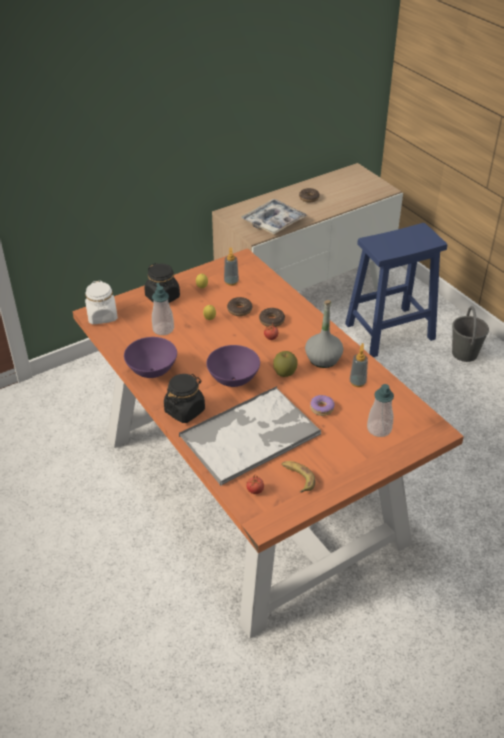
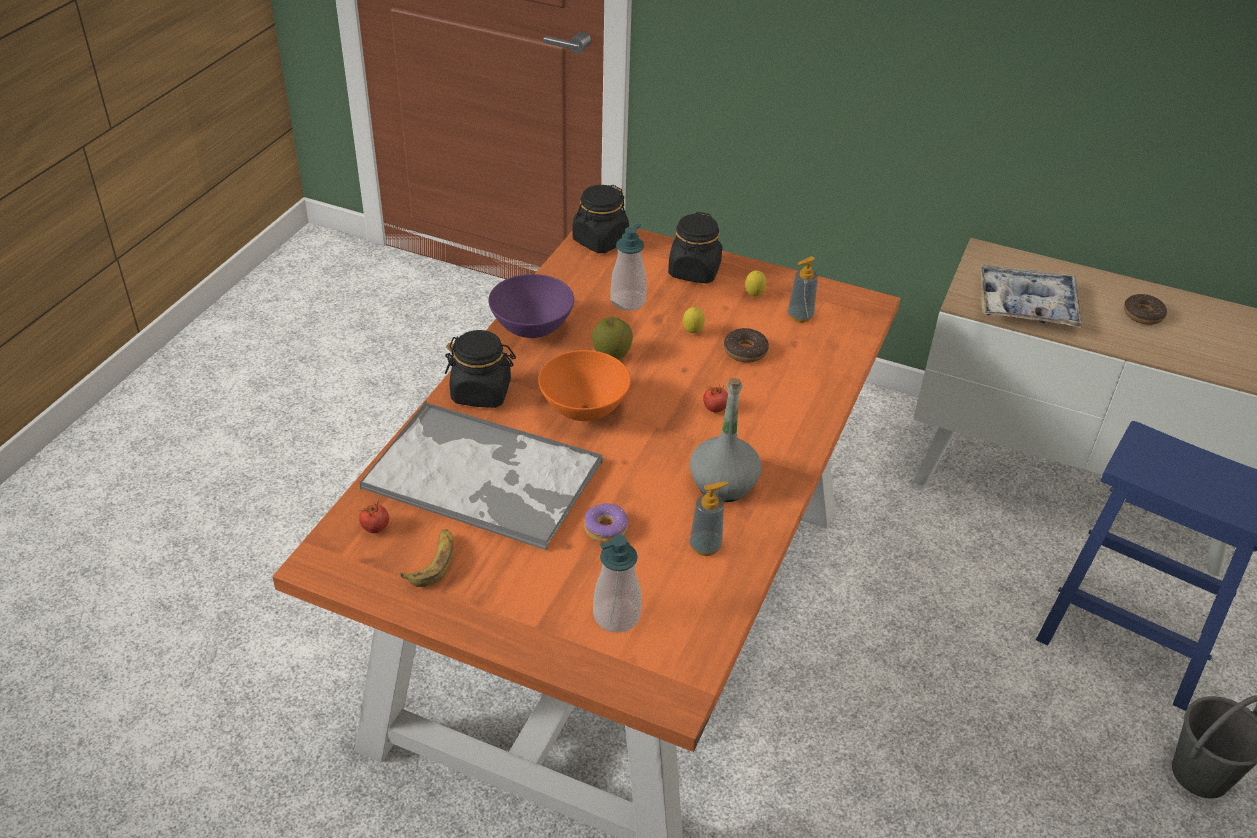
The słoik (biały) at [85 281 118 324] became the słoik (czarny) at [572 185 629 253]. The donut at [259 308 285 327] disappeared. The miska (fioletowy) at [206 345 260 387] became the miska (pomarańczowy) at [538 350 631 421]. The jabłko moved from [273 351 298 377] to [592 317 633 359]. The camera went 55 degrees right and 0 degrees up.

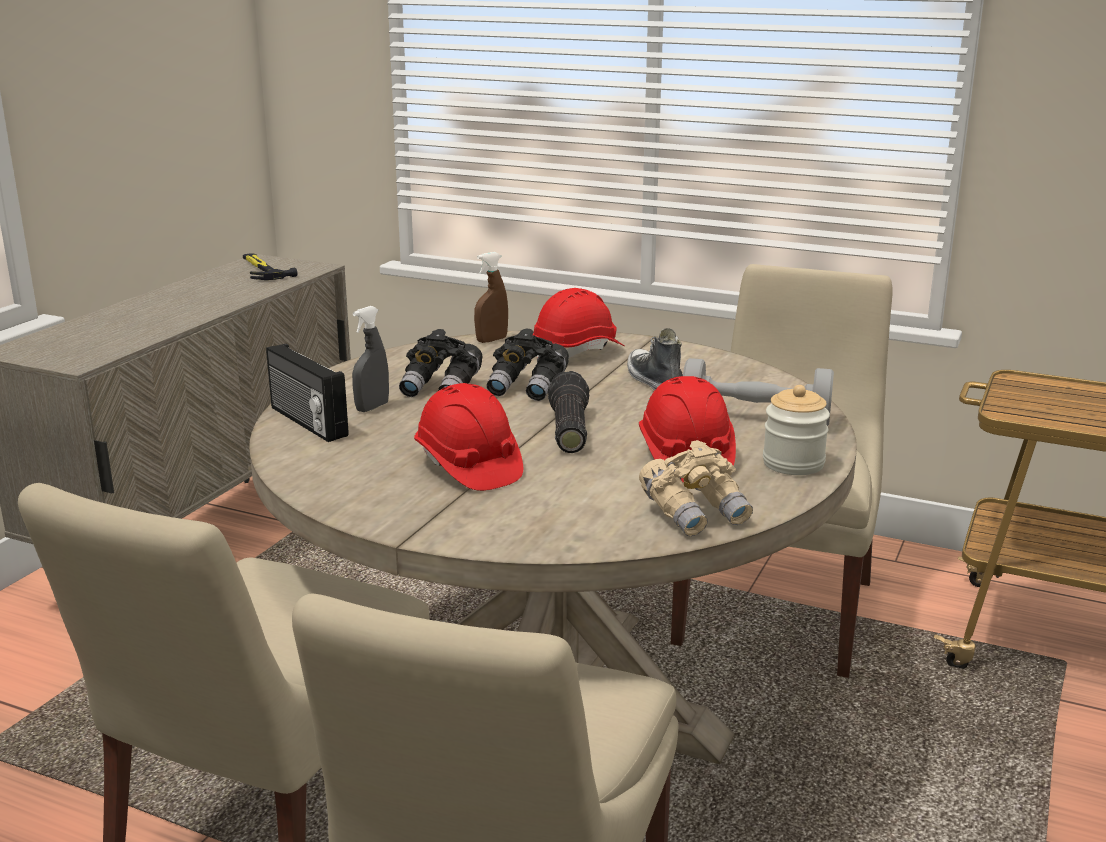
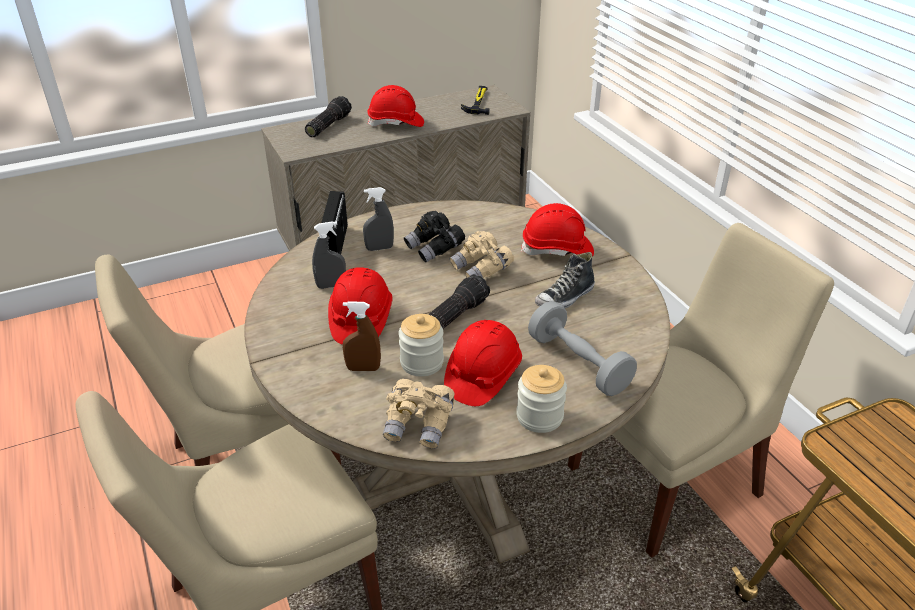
The spryskiwacz (brązowy) moved from [474 252 508 343] to [343 301 381 371]. The lornetka (czarny) at [486 328 569 401] became the lornetka (beżowy) at [450 231 514 278]. The but at [627 328 683 391] turned 150 degrees counterclockwise. The kask (czerwony) at [367 85 424 127] appeared. The latarka at [305 96 352 137] appeared. The spryskiwacz (szary) at [312 221 346 289] appeared. The słoik at [398 314 444 377] appeared. The camera went 40 degrees right and 15 degrees up.

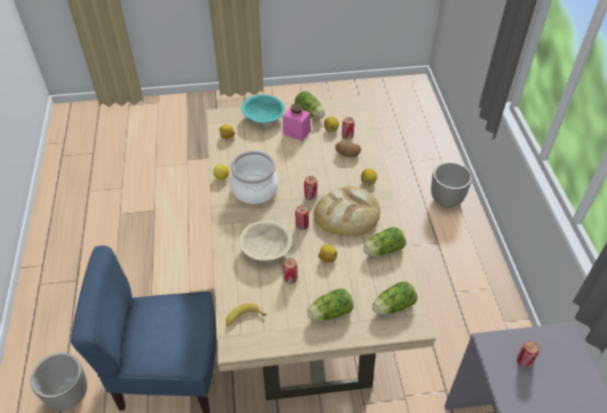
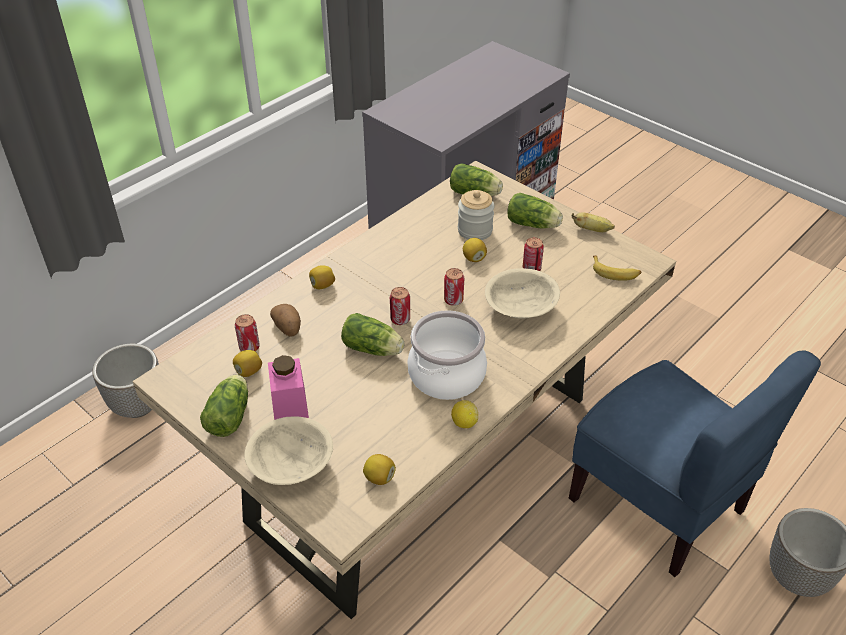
The miska (turkusowy) at [241 94 285 123] became the miska (beżowy) at [244 417 333 485]. The chleb at [314 186 380 237] disappeared. The sałata moved from [363 227 406 256] to [341 313 405 356]. The puszka at [517 341 539 367] disappeared. The słoik at [458 190 494 240] appeared. The banan at [572 213 615 232] appeared. The camera went 130 degrees left and 5 degrees down.

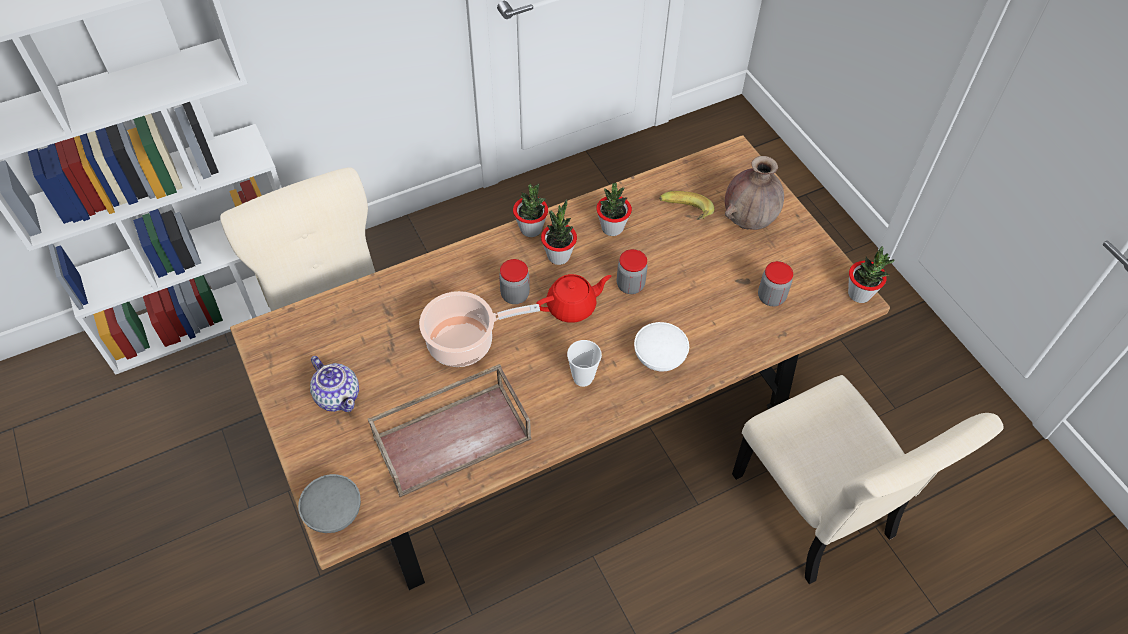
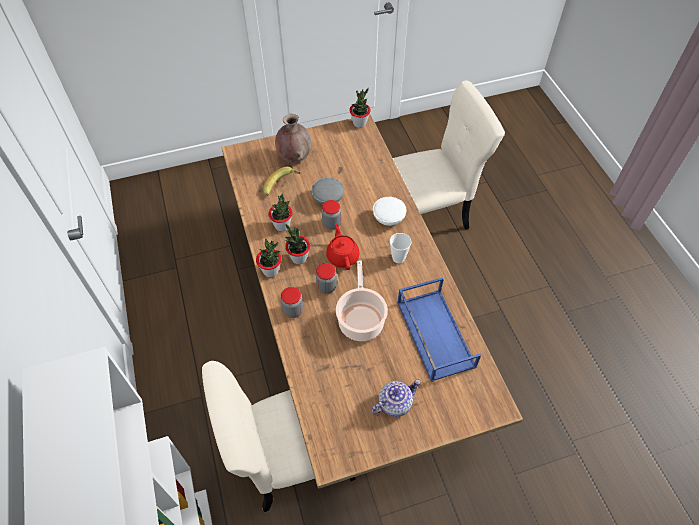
The słoik moved from [758 261 793 306] to [281 287 303 318]. The taca (brązowy) at [368 364 531 497] became the taca (niebieski) at [397 277 481 382]. The miska (szary) moved from [298 474 361 533] to [311 178 344 205]. The camera went 80 degrees left and 0 degrees up.

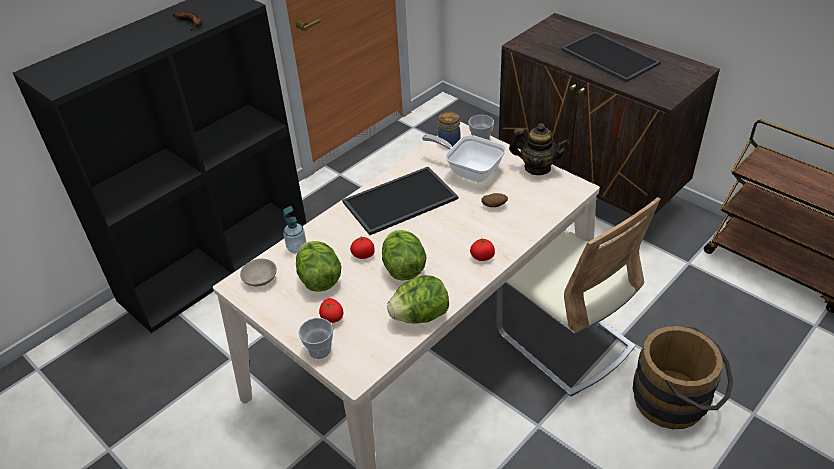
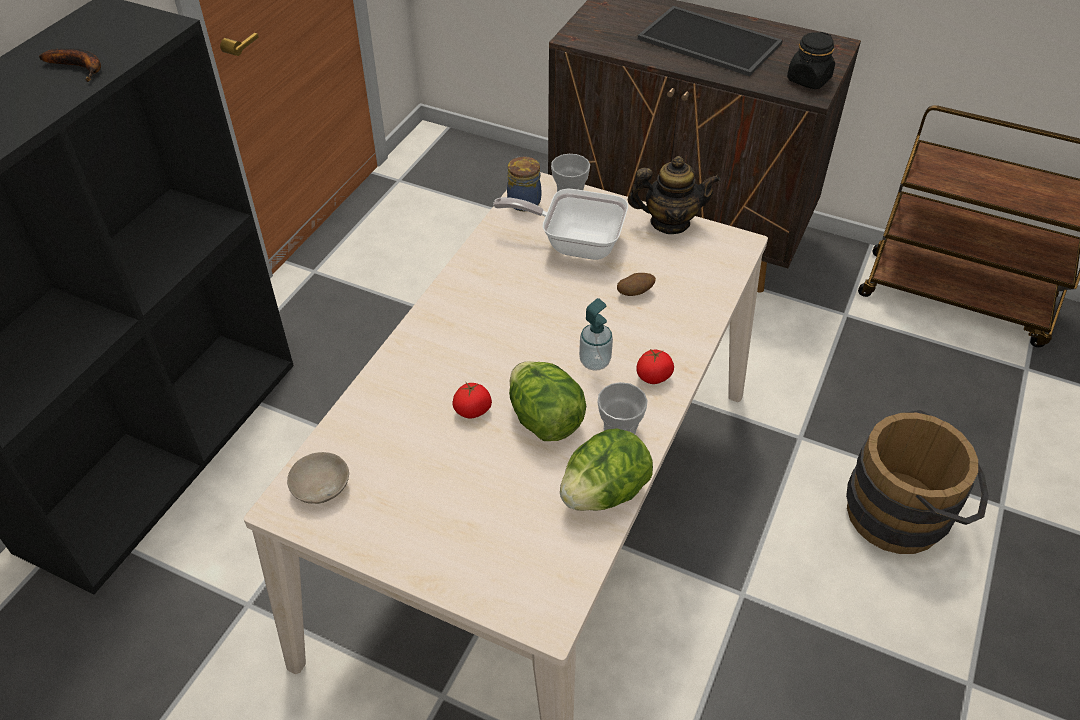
The taca at [342 167 458 235] disappeared. The krzesło (beżowy) at [497 197 660 396] disappeared. The dozownik mydła moved from [283 206 306 253] to [579 298 613 371]. The sałata at [296 241 341 292] disappeared. The pomidor at [319 298 343 323] disappeared. The filiżanka moved from [298 318 333 359] to [597 382 648 434]. The słoik (czarny) at [787 32 835 89] appeared. The camera went 20 degrees left and 5 degrees up.

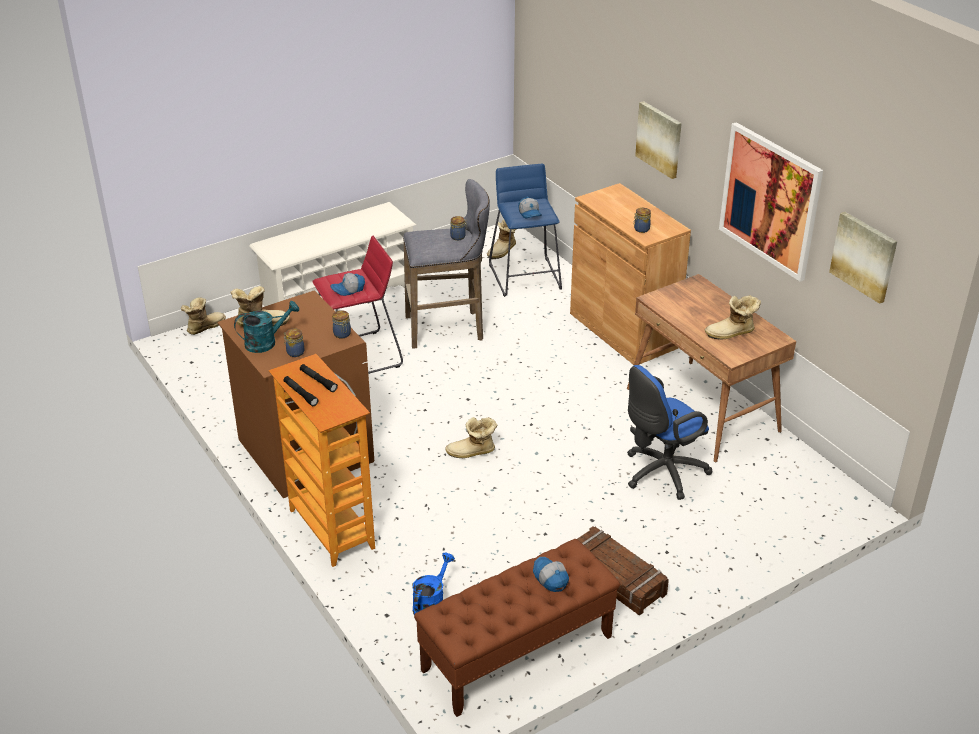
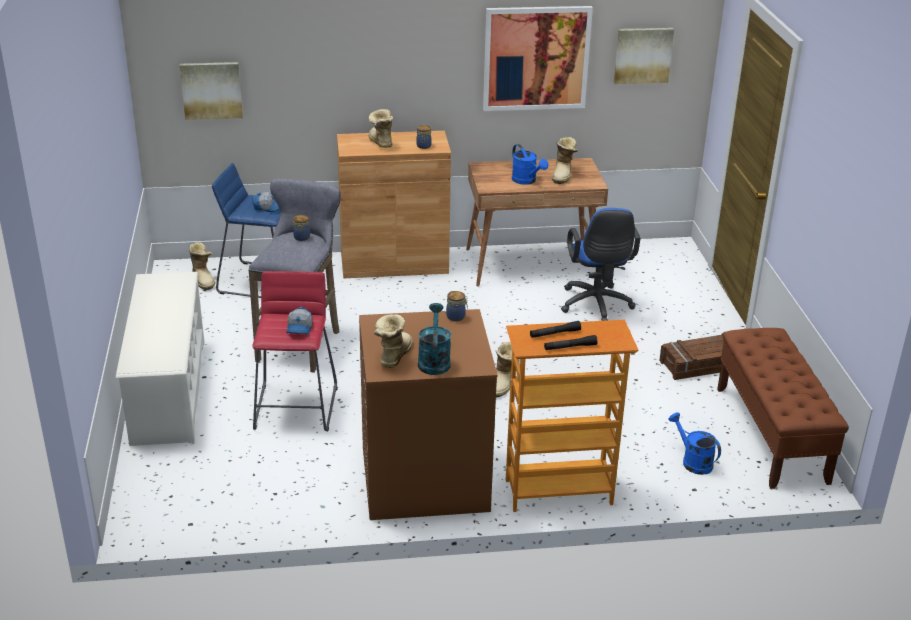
The obraz moved from [635 101 682 179] to [180 62 243 120]. The but z cholewką moved from [181 297 226 335] to [369 109 393 148]. The słoik at [284 329 304 357] disappeared. The czapka z daszkiem at [533 557 569 592] disappeared. The konewka (niebieski) at [512 144 548 185] appeared. The camera went 65 degrees left and 5 degrees down.

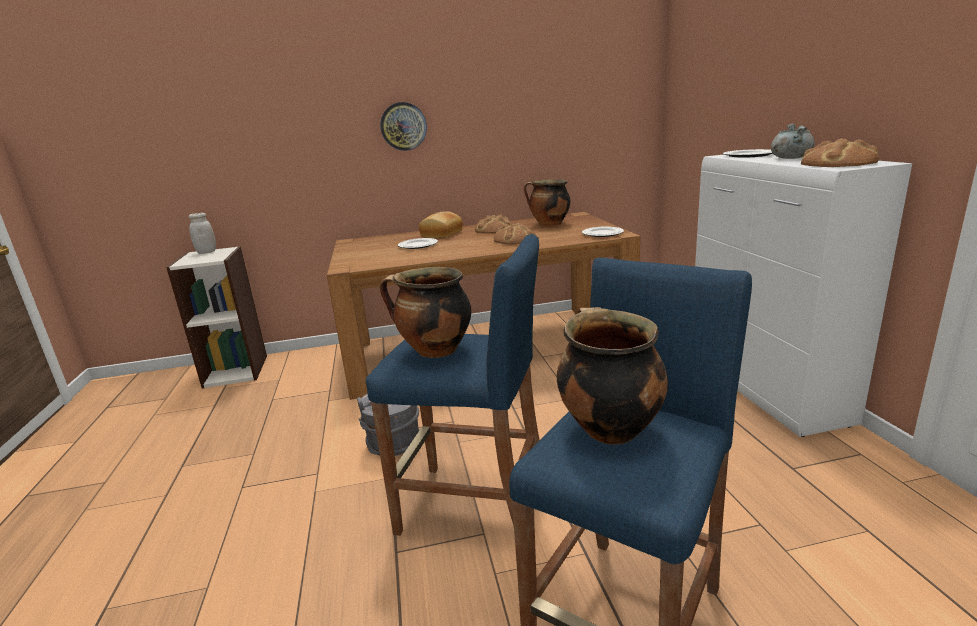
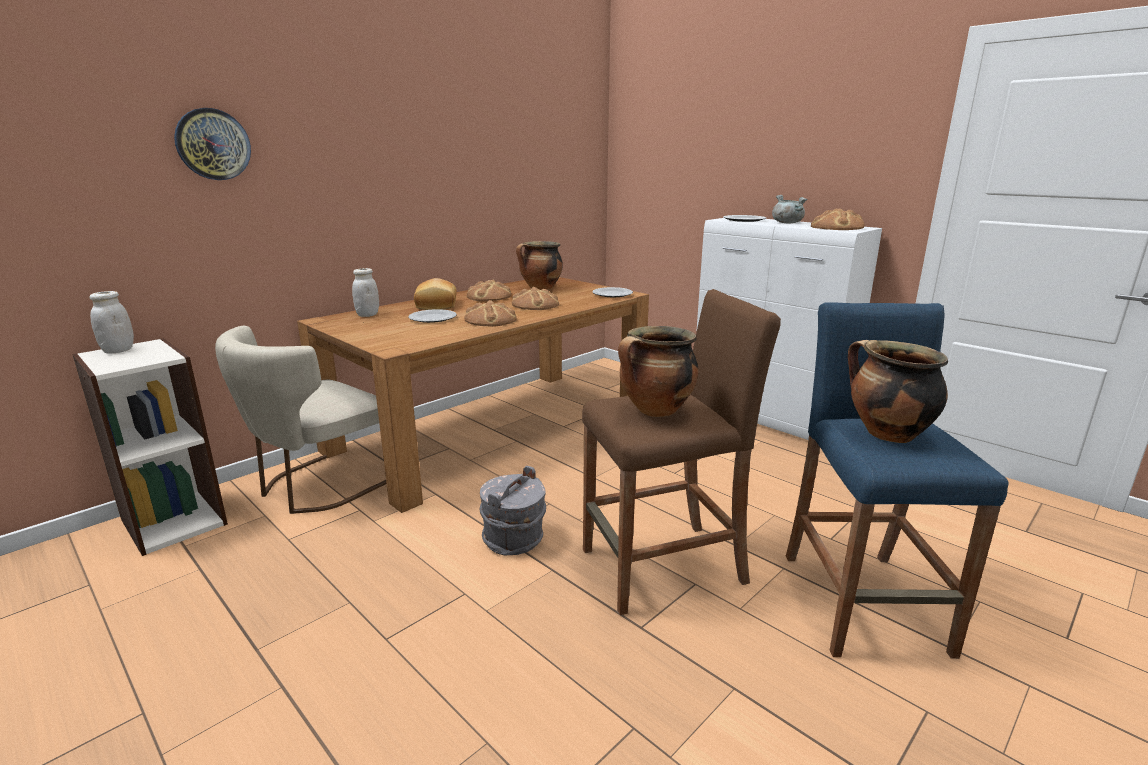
The zegar ścienny moved from [380 102 427 151] to [174 108 251 180]. The stołek (niebieski) at [366 234 540 536] became the stołek (brązowy) at [582 289 781 615]. The słoik (biały) at [352 268 379 317] appeared. The chleb at [464 300 517 327] appeared. The krzesło (beżowy) at [215 326 387 514] appeared. The camera went 35 degrees left and 0 degrees up.

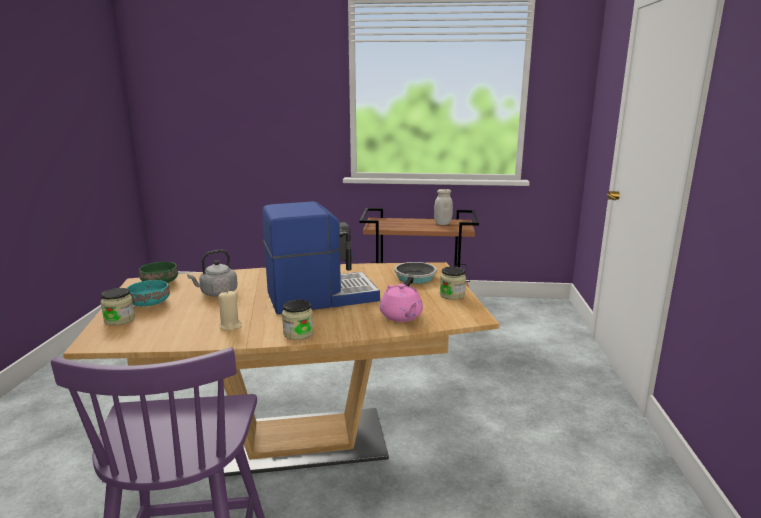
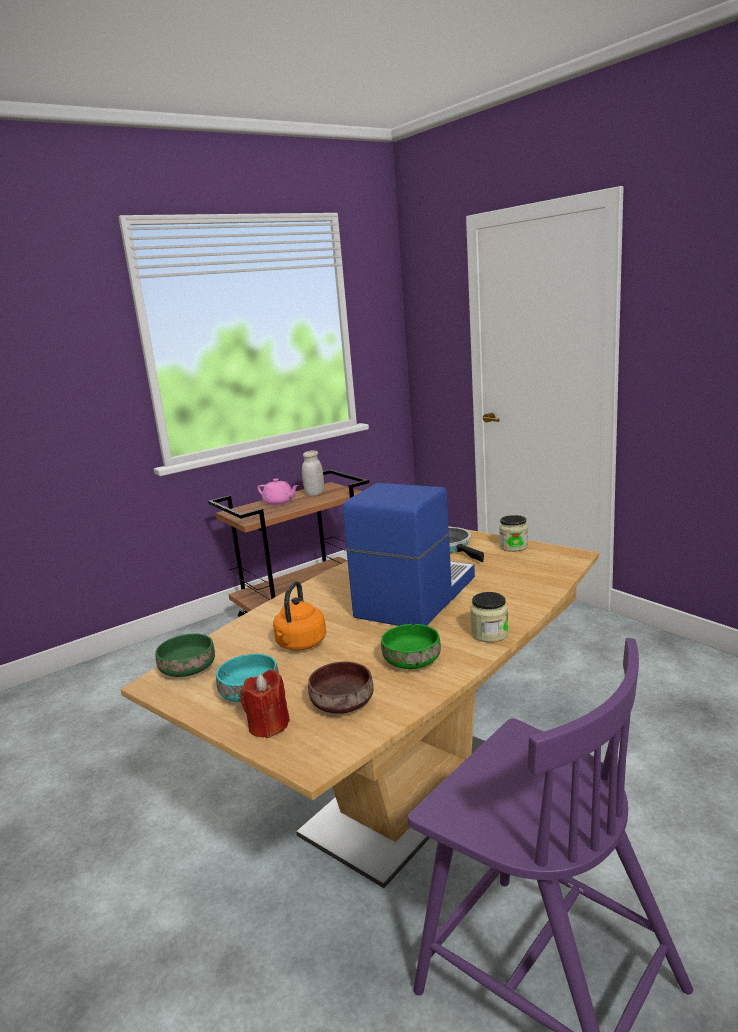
The czajnik (szary) at [187 250 238 297] became the czajnik (pomarańczowy) at [273 581 326 651]. The imbryk (różowy) moved from [380 284 423 322] to [257 479 299 505]. The słoik at [101 288 135 326] was replaced by the świeca (czerwony) at [241 670 290 738]. The świeca (beżowy) at [218 290 242 331] was replaced by the miska (zielony) at [381 624 441 669]. The miska (brązowy) at [308 661 374 714] appeared. The camera went 40 degrees left and 0 degrees up.

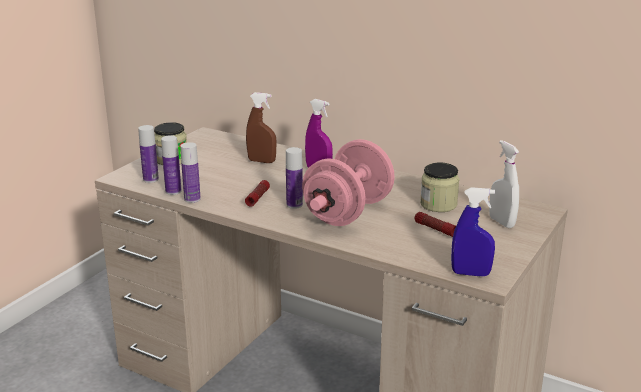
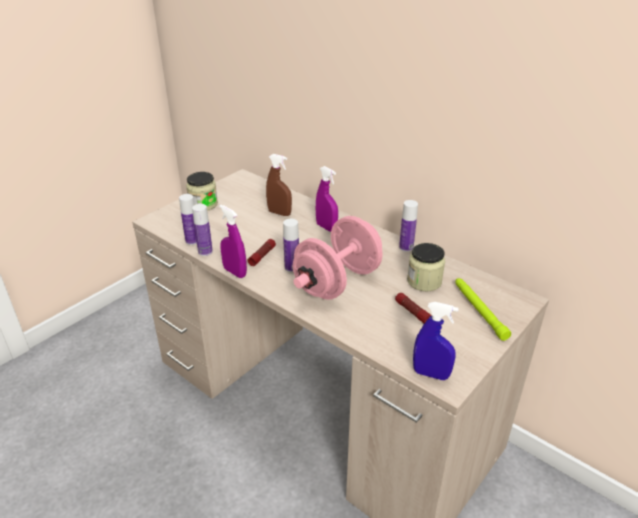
The butelka moved from [138 125 159 183] to [399 200 418 252]. The spryskiwacz (biały) at [489 140 519 228] was replaced by the latarka (zielony) at [455 278 511 341]. The spryskiwacz (fioletowy) at [219 204 247 278] appeared. The camera went 10 degrees right and 10 degrees up.

